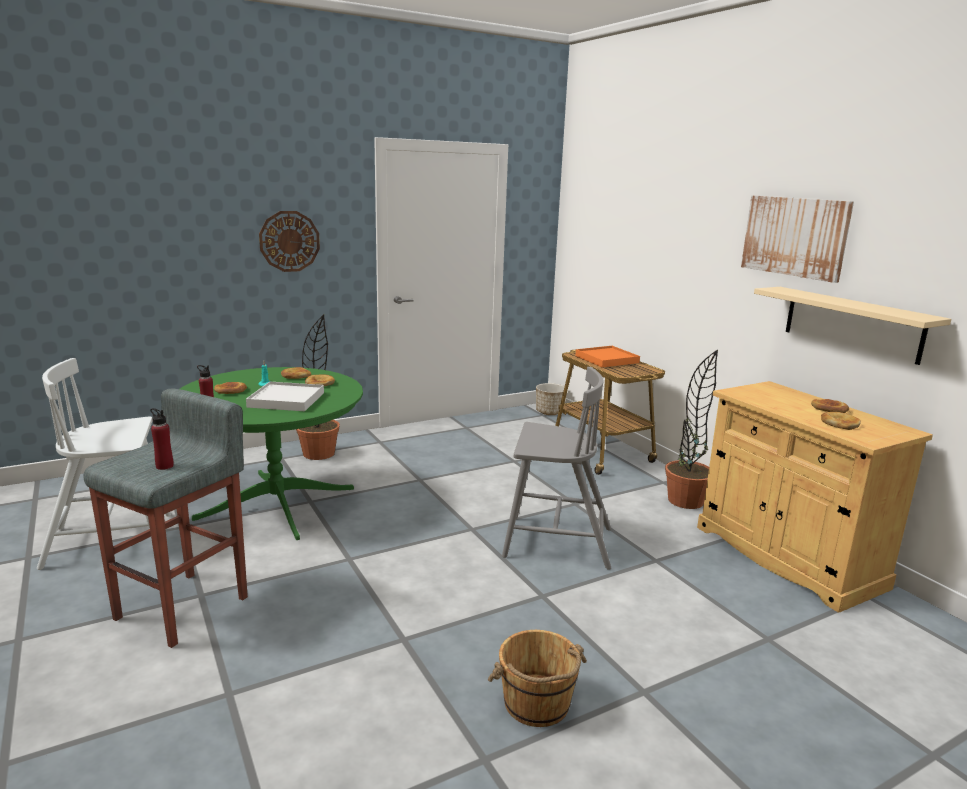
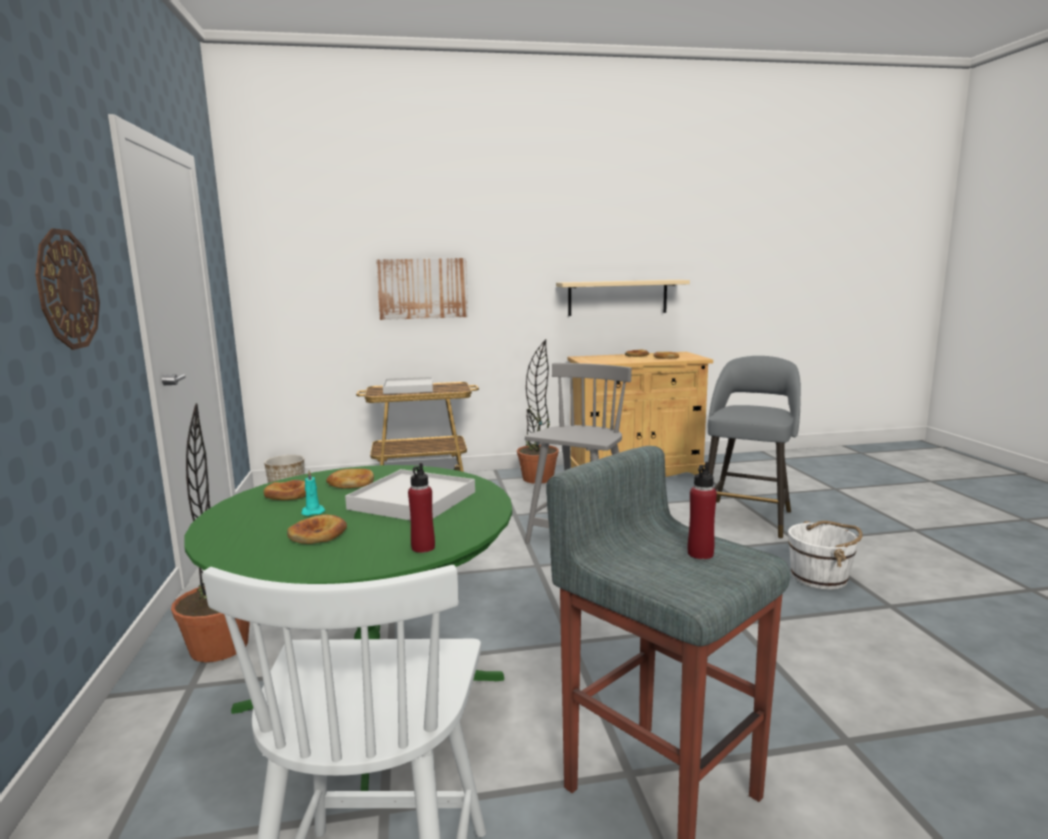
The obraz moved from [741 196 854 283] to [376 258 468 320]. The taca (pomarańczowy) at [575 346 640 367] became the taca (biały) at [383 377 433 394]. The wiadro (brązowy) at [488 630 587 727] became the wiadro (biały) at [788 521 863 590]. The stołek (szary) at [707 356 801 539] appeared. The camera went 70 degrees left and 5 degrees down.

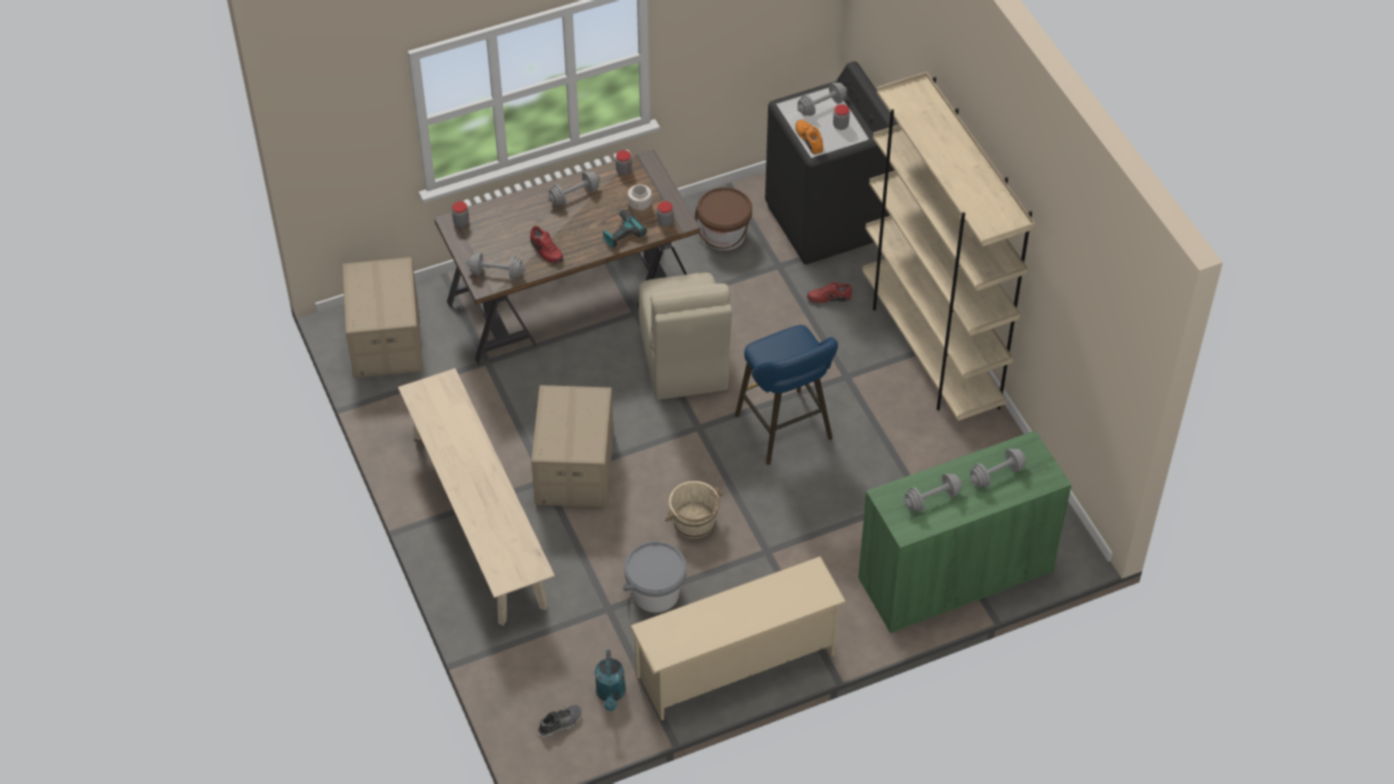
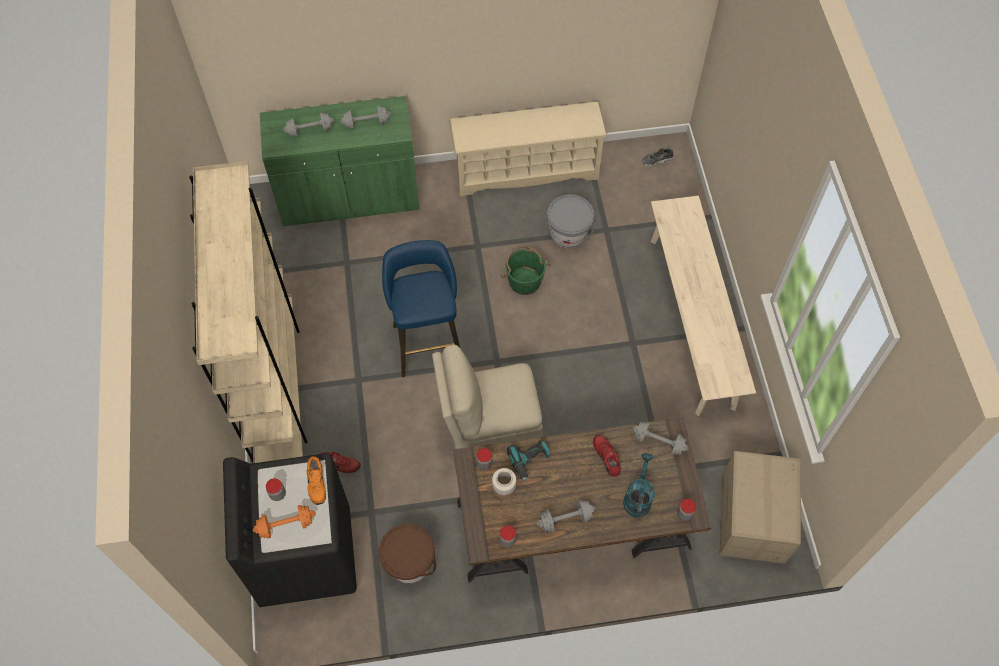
The hantel (szary) at [797 83 847 116] became the hantel (pomarańczowy) at [253 505 316 539]. The krzesło (beżowy) at [639 272 732 400] turned 105 degrees counterclockwise. The karton at [531 385 614 508] disappeared. The wiadro (beżowy) at [665 481 722 539] became the wiadro (zielony) at [500 246 551 295]. The konewka (turkusowy) moved from [595 650 626 711] to [623 453 655 517]. The camera went 165 degrees left and 10 degrees up.

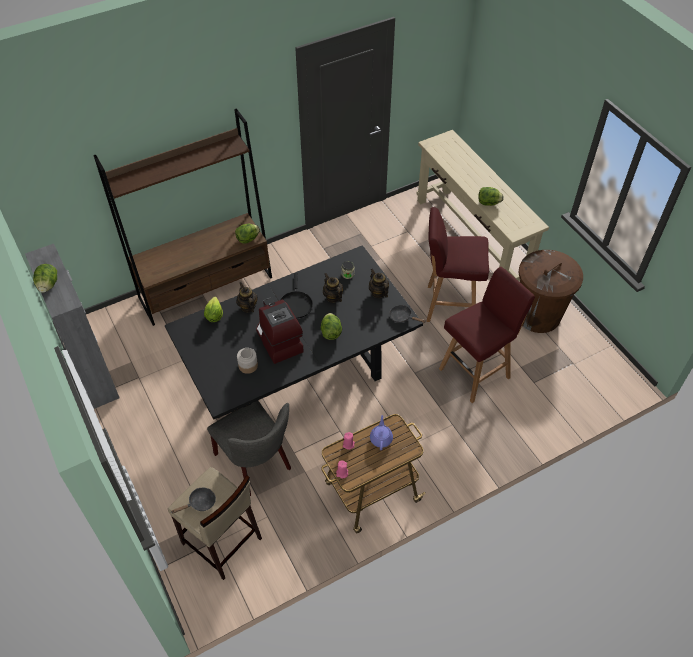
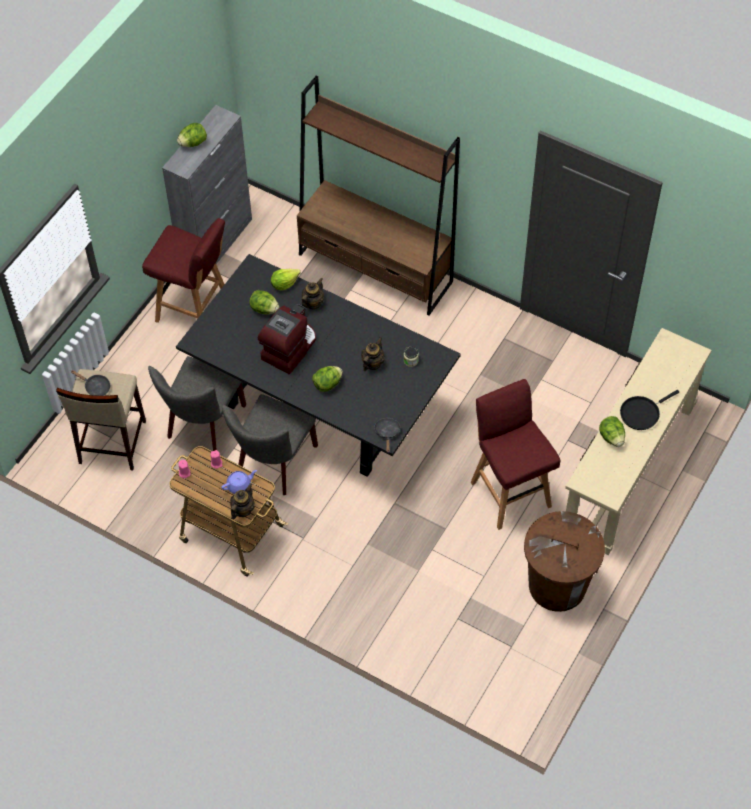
The sałata moved from [235 224 260 243] to [249 290 279 314]. The stołek (czerwony) moved from [439 267 535 403] to [142 218 225 323]. The imbryk moved from [369 269 389 298] to [230 484 254 519]. The patelnia (czarny) moved from [280 273 313 319] to [620 390 679 430]. The słoik at [237 348 258 374] disappeared. The krzesło (szary) at [222 394 318 495] appeared. The camera went 60 degrees right and 5 degrees up.

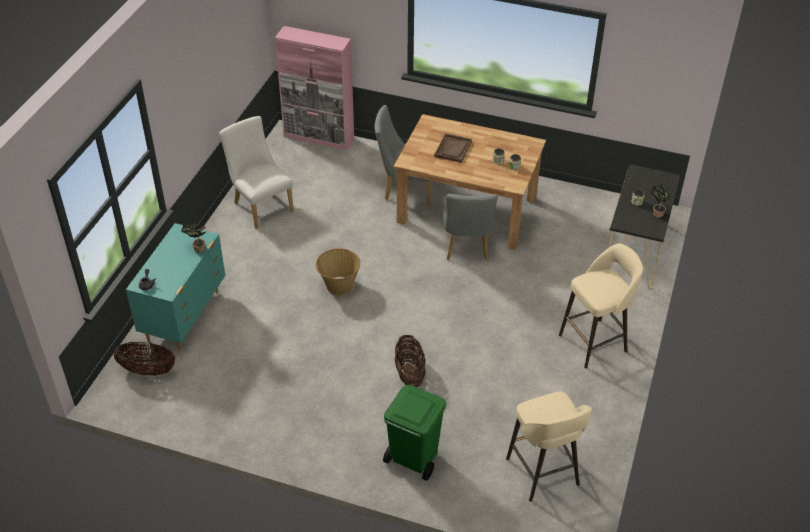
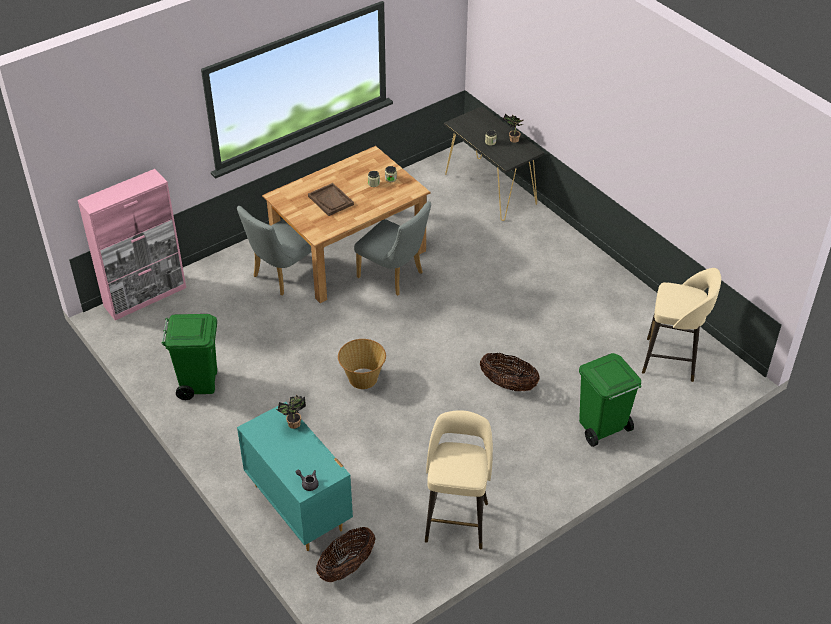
The krzesło (biały) at [219 116 294 229] was replaced by the kosz na śmieci (zielony) at [161 314 217 400]. The stołek (beżowy) moved from [559 244 643 368] to [425 410 493 549]. The camera went 55 degrees left and 0 degrees up.

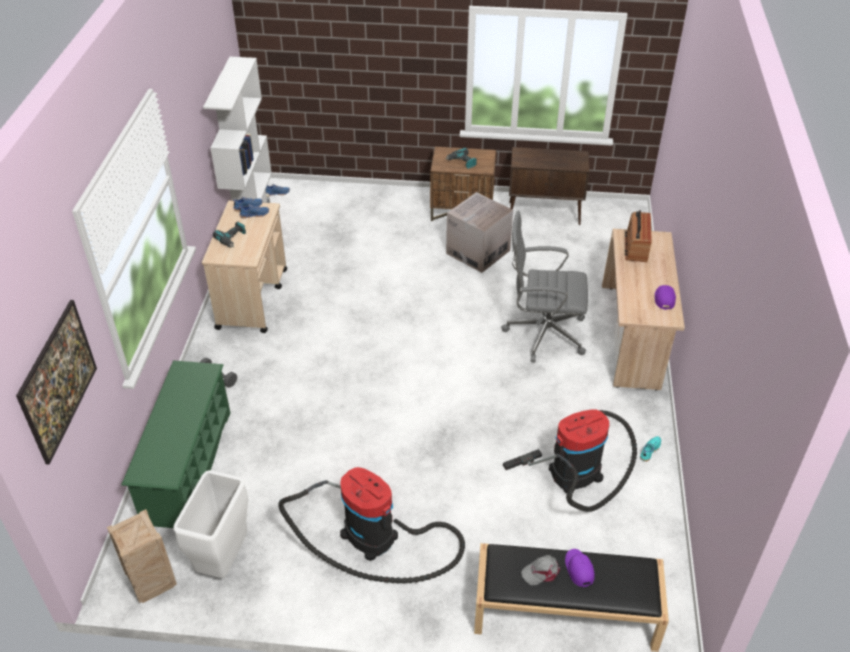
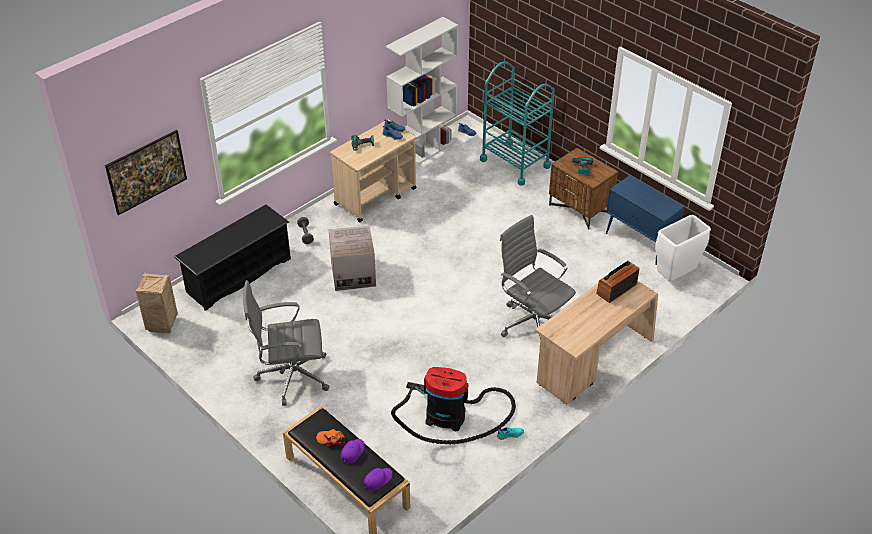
The szafka (brązowy) at [509 147 589 225] became the szafka (niebieski) at [606 175 685 265]. The karton moved from [446 192 513 273] to [329 225 376 291]. The czapka z daszkiem (fioletowy) moved from [655 285 676 310] to [364 468 393 491]. The regał na buty (zielony) at [121 360 230 528] became the regał na buty (czarny) at [174 205 291 311]. The odkurzacz at [278 467 465 583] was replaced by the krzesło biurowe (szary) at [243 280 330 406]. The kosz na śmieci (biały) moved from [173 470 248 578] to [655 215 711 281]. The czapka z daszkiem (szary) at [521 555 560 585] became the czapka z daszkiem (pomarańczowy) at [316 429 345 447]. The wózek (turkusowy) at [480 62 555 186] appeared. The camera went 40 degrees right and 0 degrees up.

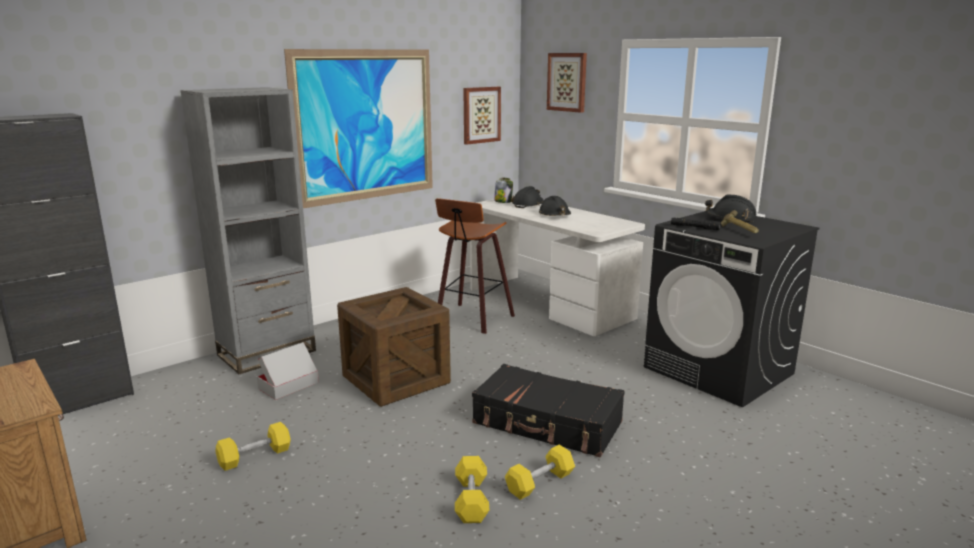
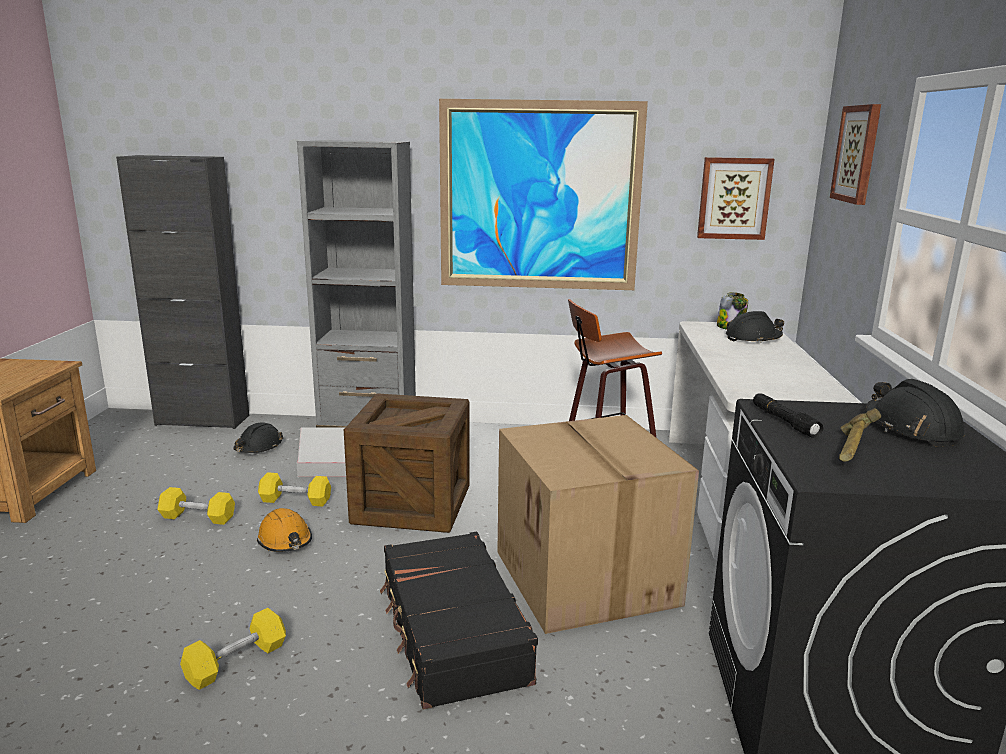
The kask (czarny) moved from [539 196 571 216] to [234 422 283 453]. The hantel (żółty) moved from [505 445 575 500] to [258 472 331 507]. The karton at [497 415 699 634] appeared. The kask (pomarańczowy) at [257 508 312 552] appeared. The camera went 45 degrees right and 0 degrees up.

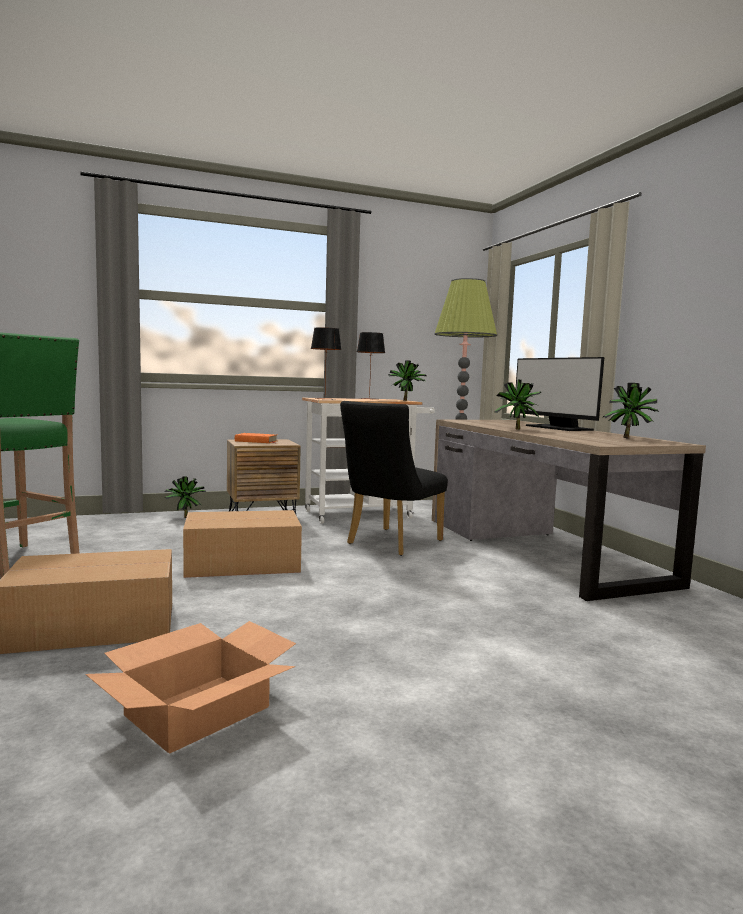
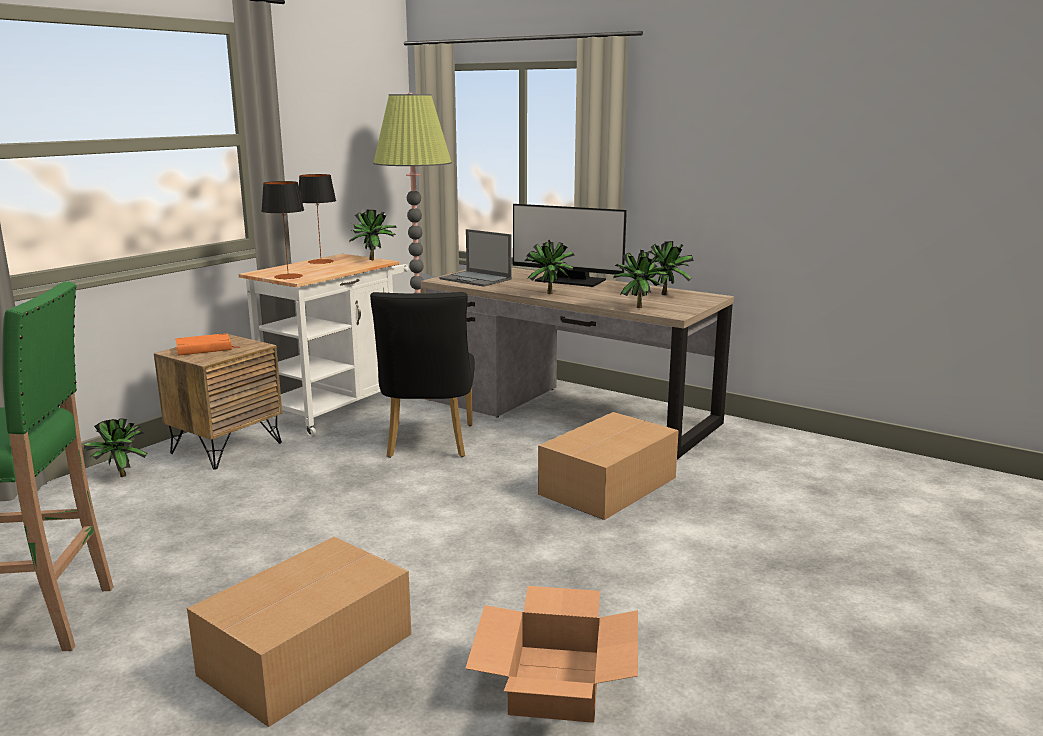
The karton moved from [183 510 302 578] to [538 412 679 520]. The laptop at [439 229 512 287] appeared. The roślina doniczkowa at [613 250 669 308] appeared. The camera went 35 degrees left and 10 degrees up.

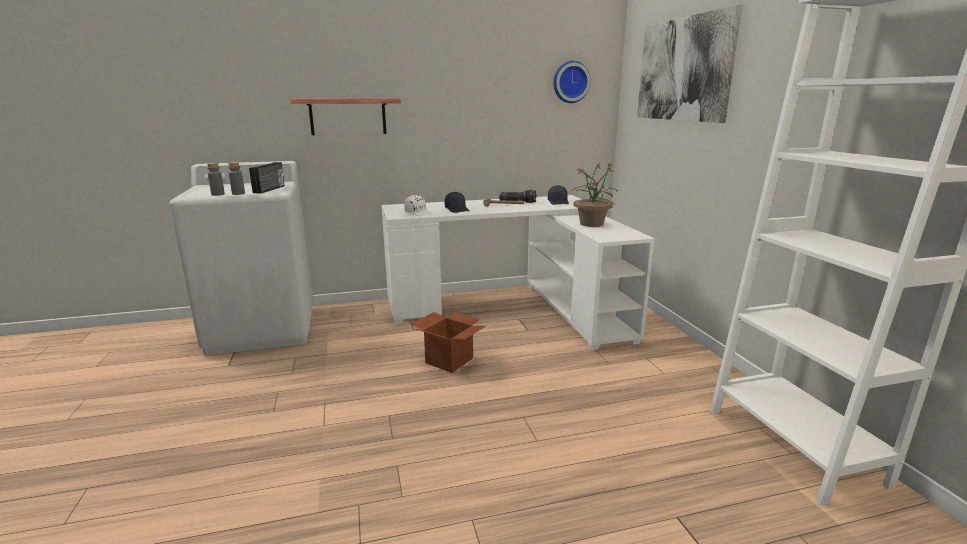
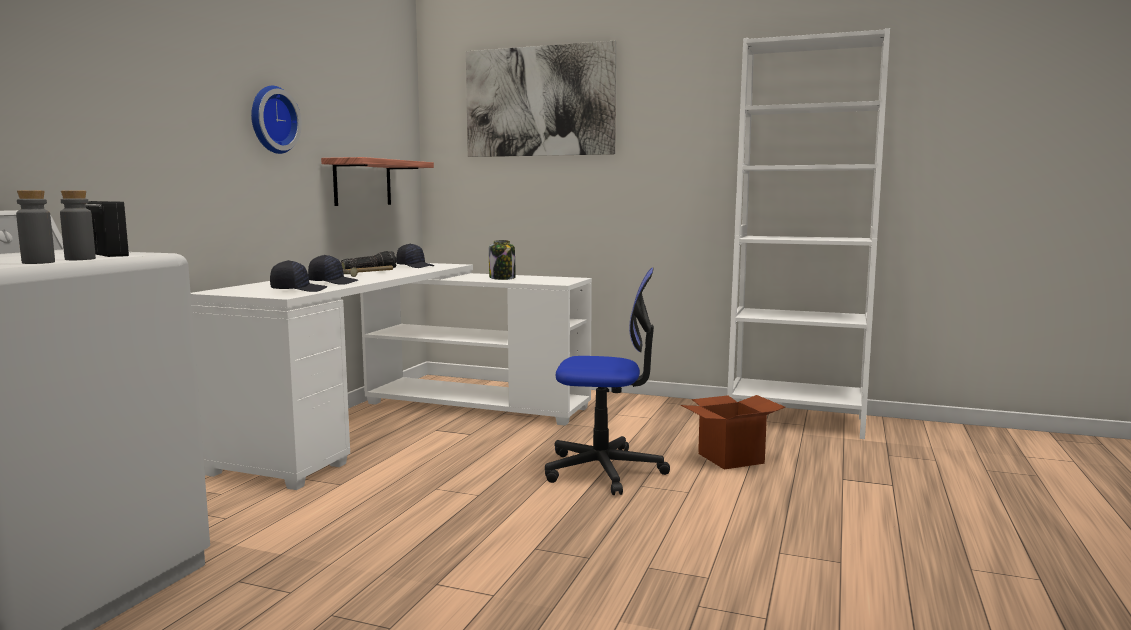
The zegar ścienny moved from [553 61 590 103] to [251 86 302 154]. The półka moved from [290 98 401 135] to [321 157 434 206]. The roślina doniczkowa at [572 163 617 227] was replaced by the słoik at [489 240 516 280]. The czapka z daszkiem (biały) at [404 195 433 216] became the czapka z daszkiem (czarny) at [270 260 327 292]. The karton moved from [412 312 486 373] to [681 395 785 470]. The krzesło biurowe at [545 268 670 495] appeared. The camera went 55 degrees left and 10 degrees down.

